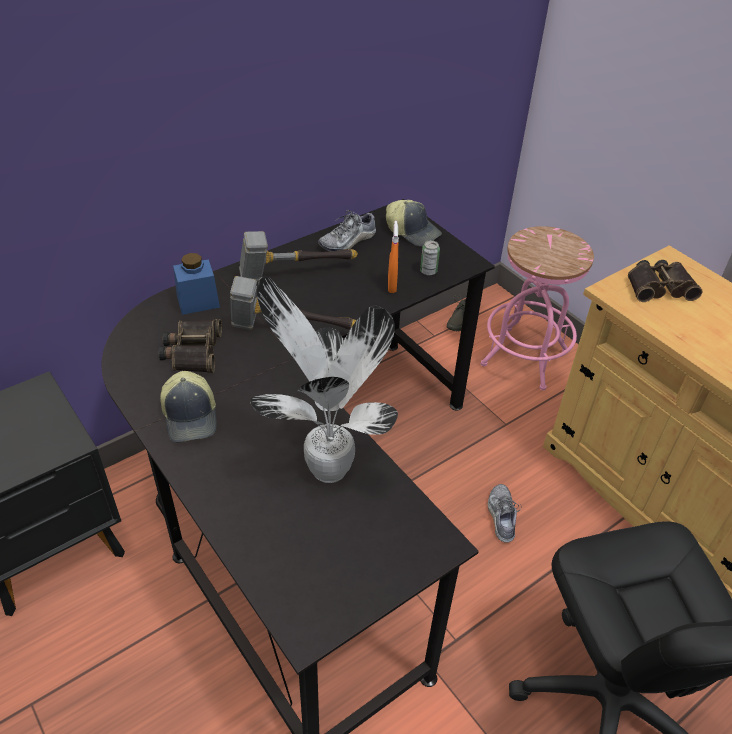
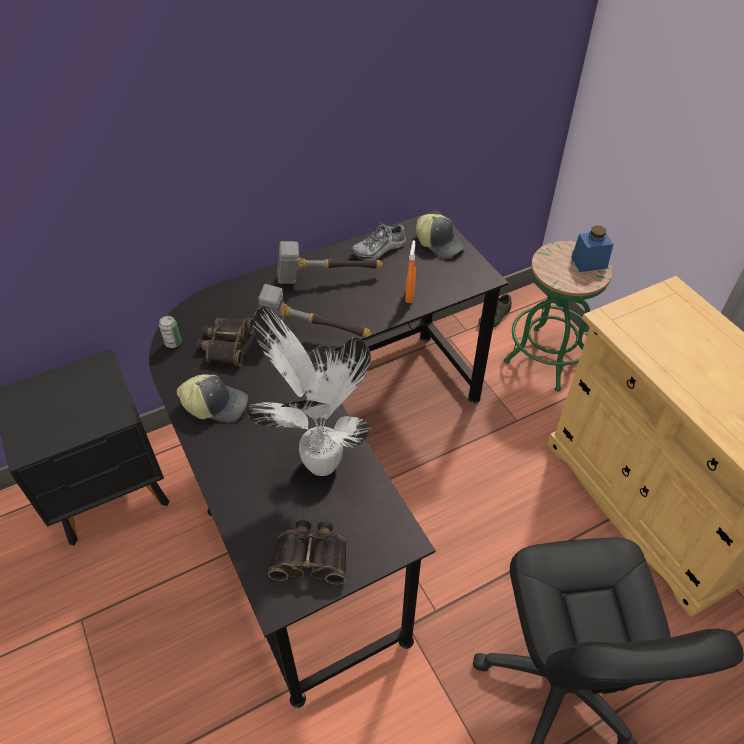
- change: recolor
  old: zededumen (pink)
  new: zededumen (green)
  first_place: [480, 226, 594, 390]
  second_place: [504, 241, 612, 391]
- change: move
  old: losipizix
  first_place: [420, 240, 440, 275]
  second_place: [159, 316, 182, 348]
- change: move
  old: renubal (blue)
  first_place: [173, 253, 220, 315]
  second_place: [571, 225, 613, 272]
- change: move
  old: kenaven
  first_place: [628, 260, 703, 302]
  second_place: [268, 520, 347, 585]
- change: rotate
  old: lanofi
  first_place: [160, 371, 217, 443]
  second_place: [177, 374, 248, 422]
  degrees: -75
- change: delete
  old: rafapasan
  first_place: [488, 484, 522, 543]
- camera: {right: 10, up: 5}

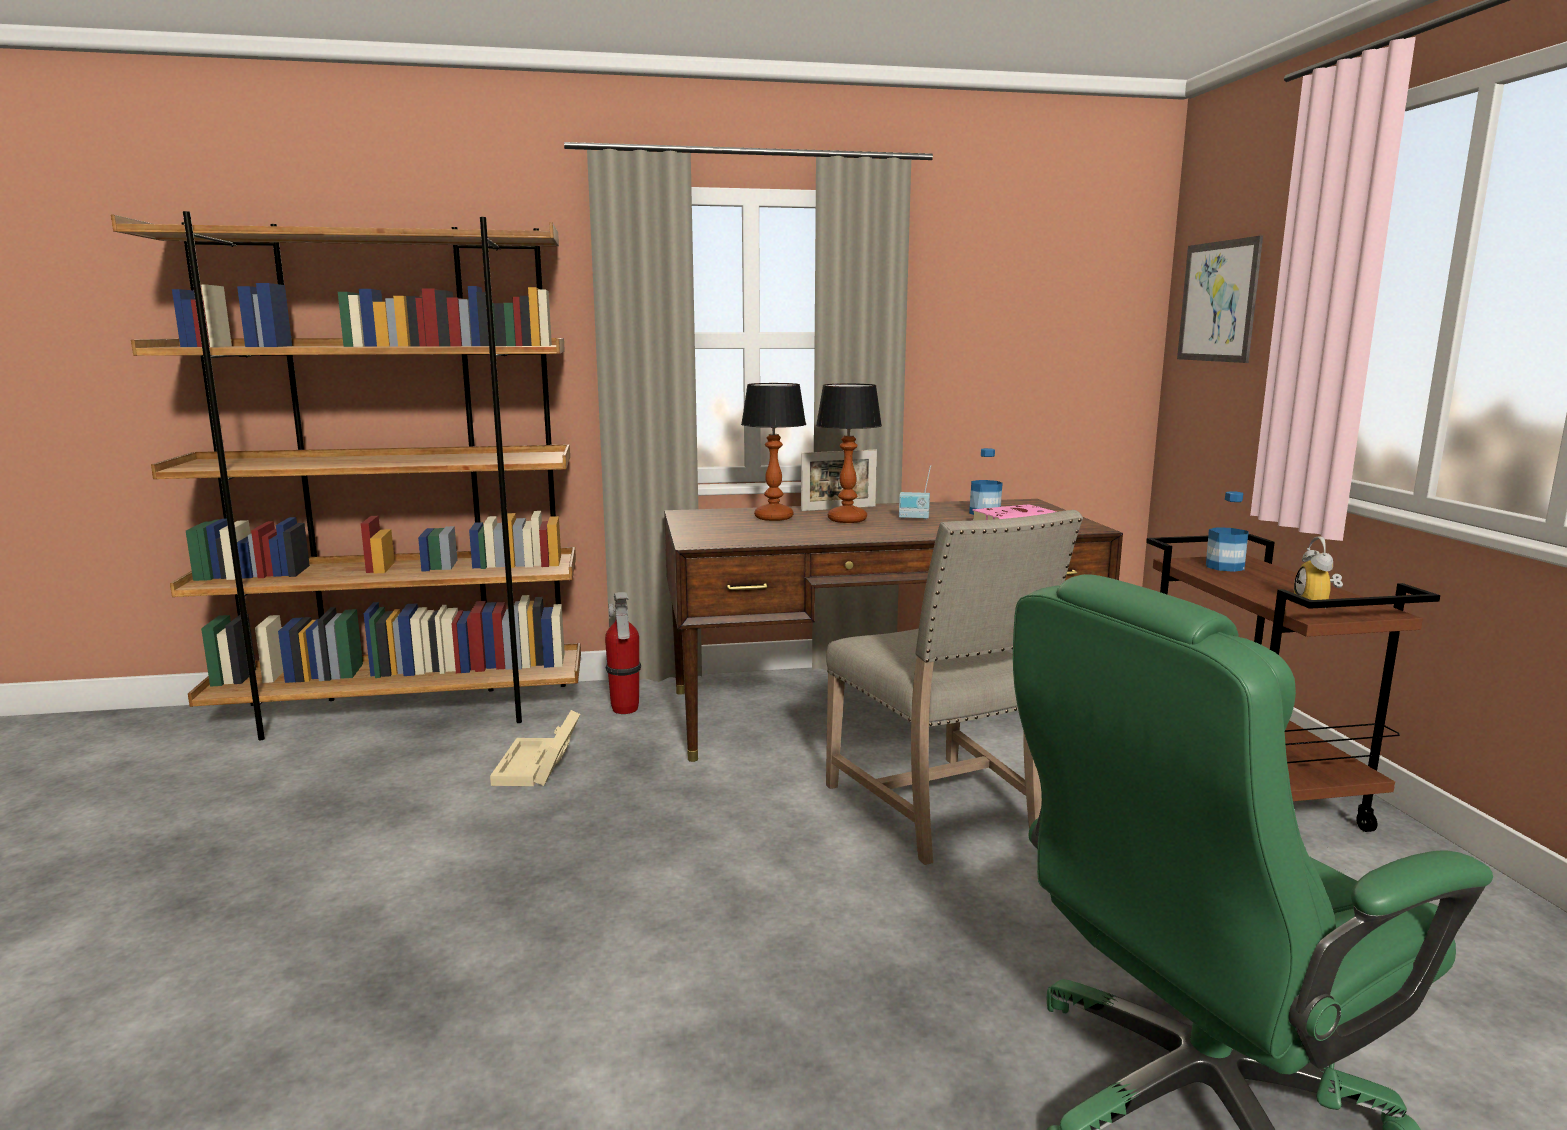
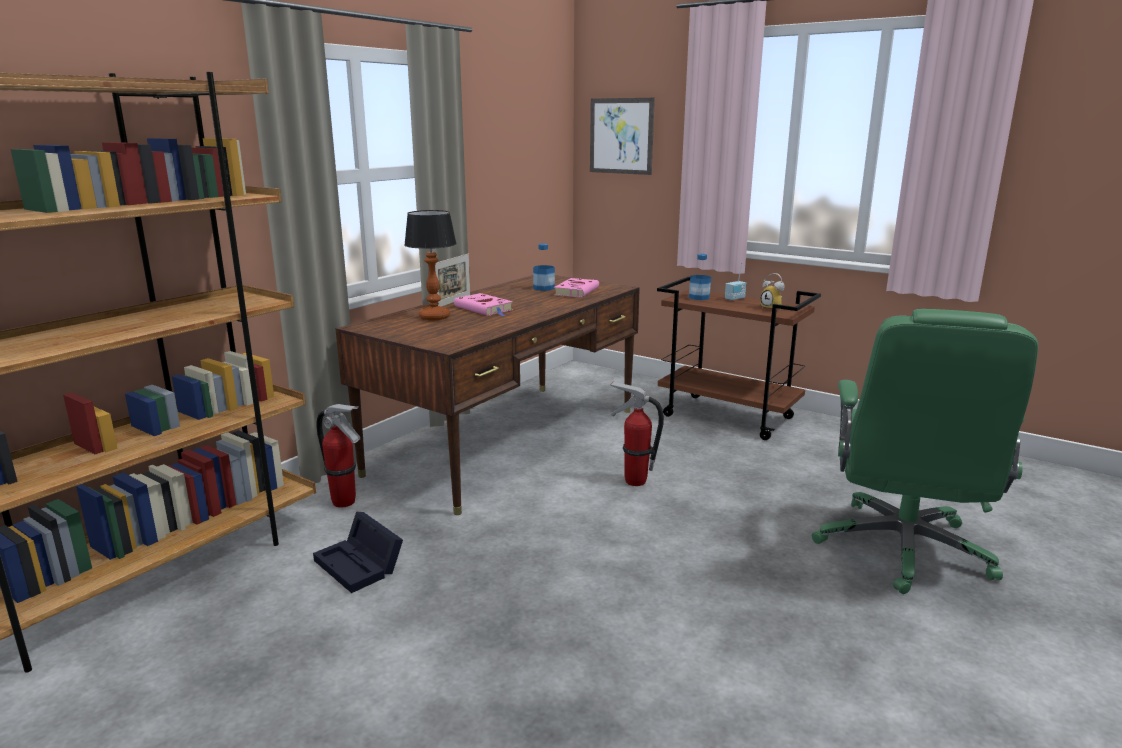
- change: replace
  old: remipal
  new: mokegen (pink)
  first_place: [816, 383, 882, 523]
  second_place: [454, 293, 513, 316]
- change: move
  old: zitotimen
  first_place: [899, 465, 931, 519]
  second_place: [725, 263, 746, 301]
- change: replace
  old: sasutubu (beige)
  new: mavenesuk
  first_place: [826, 510, 1083, 865]
  second_place: [610, 381, 664, 486]
- change: recolor
  old: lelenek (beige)
  new: lelenek (black)
  first_place: [490, 710, 580, 786]
  second_place: [313, 512, 403, 593]
- camera: {right: -45, up: 5}

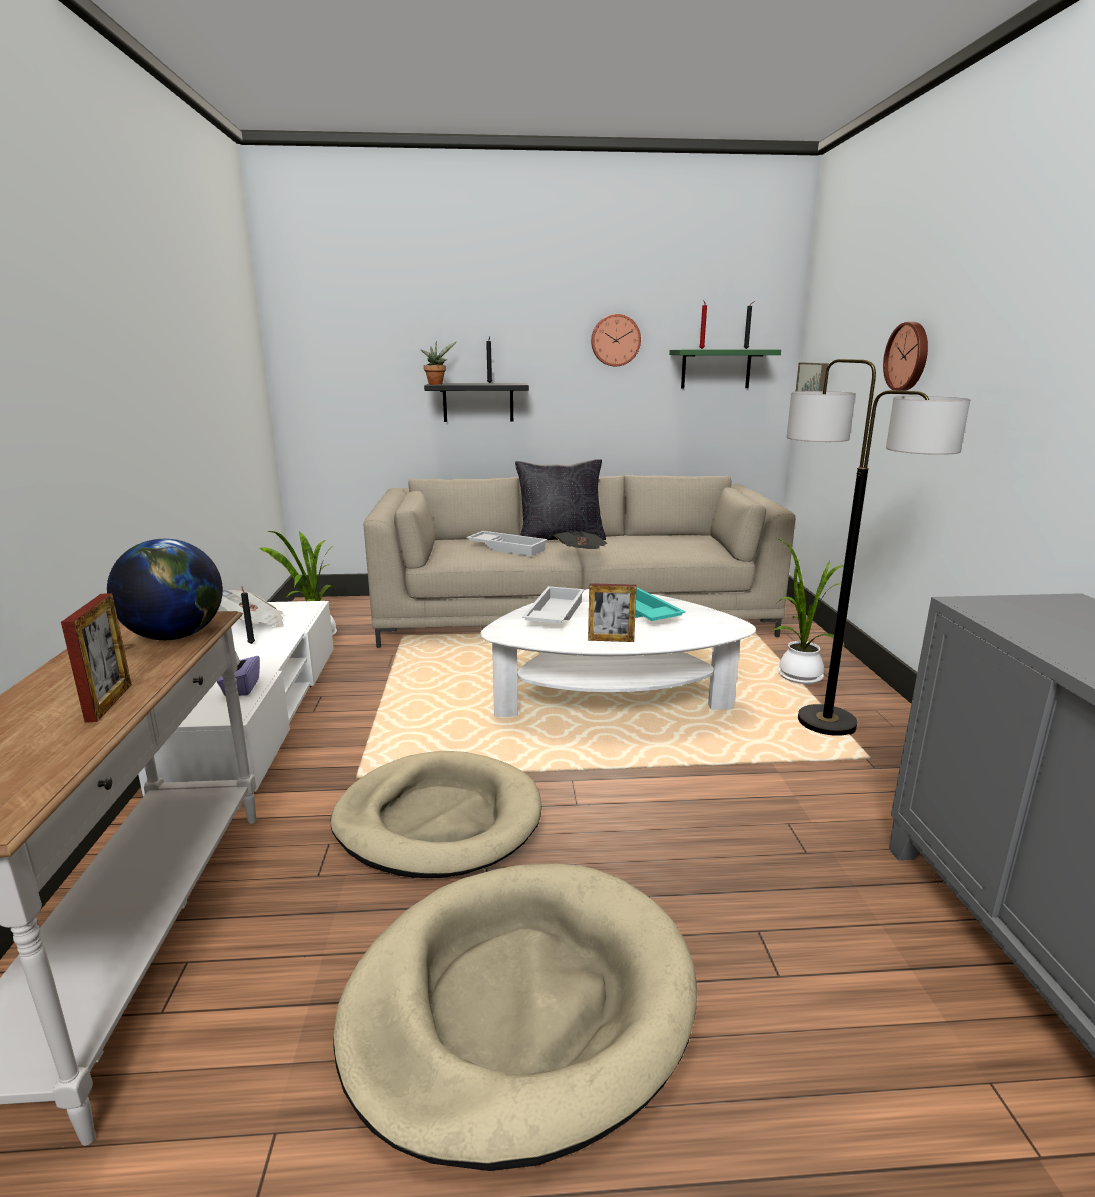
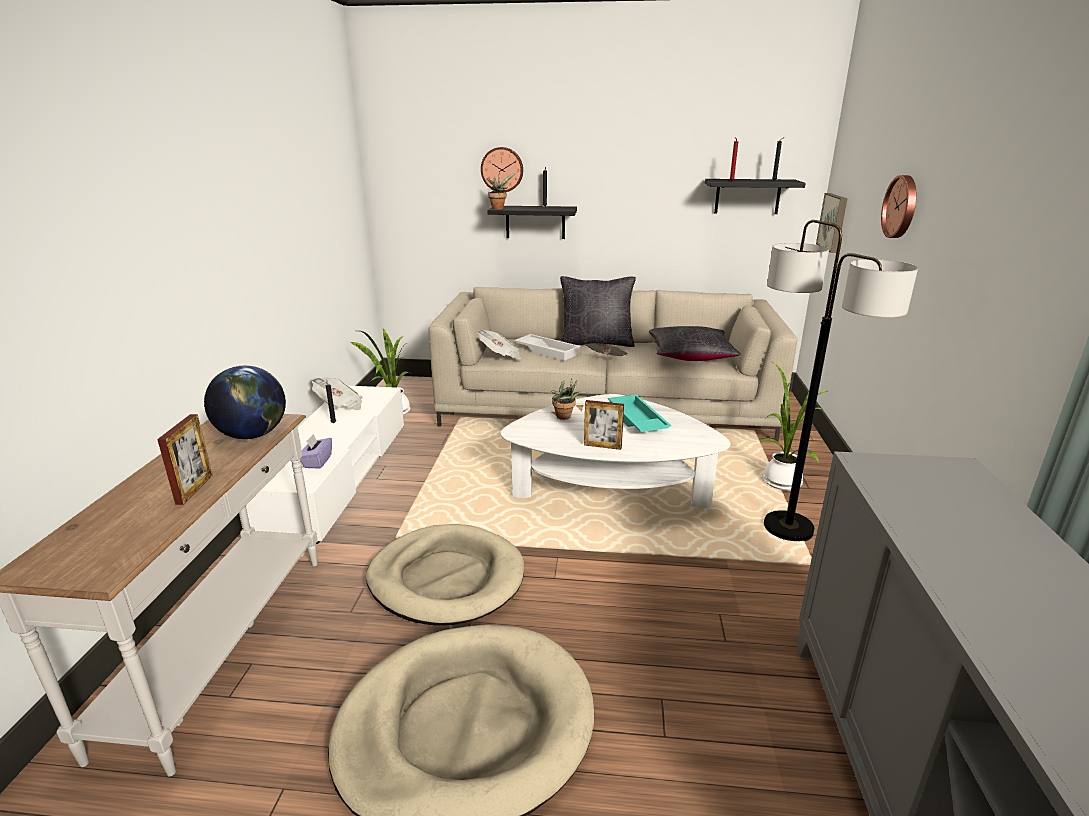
- change: move
  old: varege
  first_place: [591, 314, 641, 366]
  second_place: [481, 147, 523, 192]
- change: recolor
  old: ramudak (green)
  new: ramudak (black)
  first_place: [669, 350, 781, 388]
  second_place: [705, 179, 806, 214]
- change: replace
  old: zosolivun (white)
  new: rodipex
  first_place: [522, 586, 584, 624]
  second_place: [551, 378, 581, 420]
- change: insert
  new: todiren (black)
  second_place: [649, 326, 741, 361]
- change: insert
  new: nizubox
  second_place: [477, 330, 521, 360]
- camera: {right: 10, up: 5}

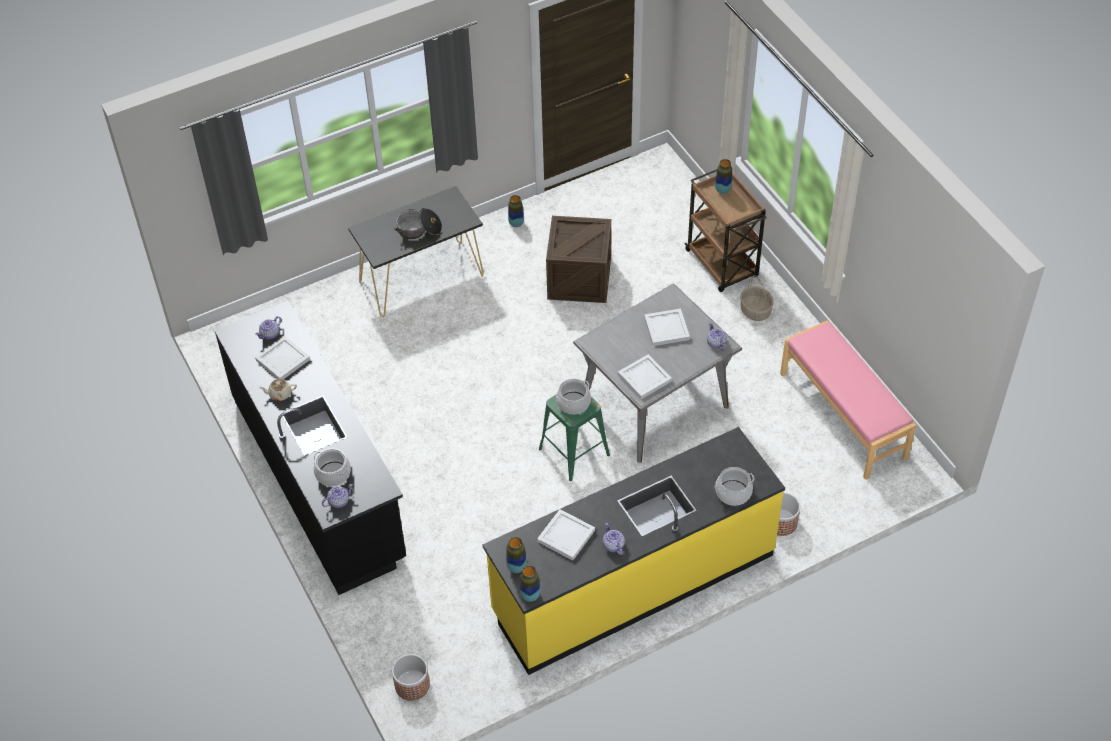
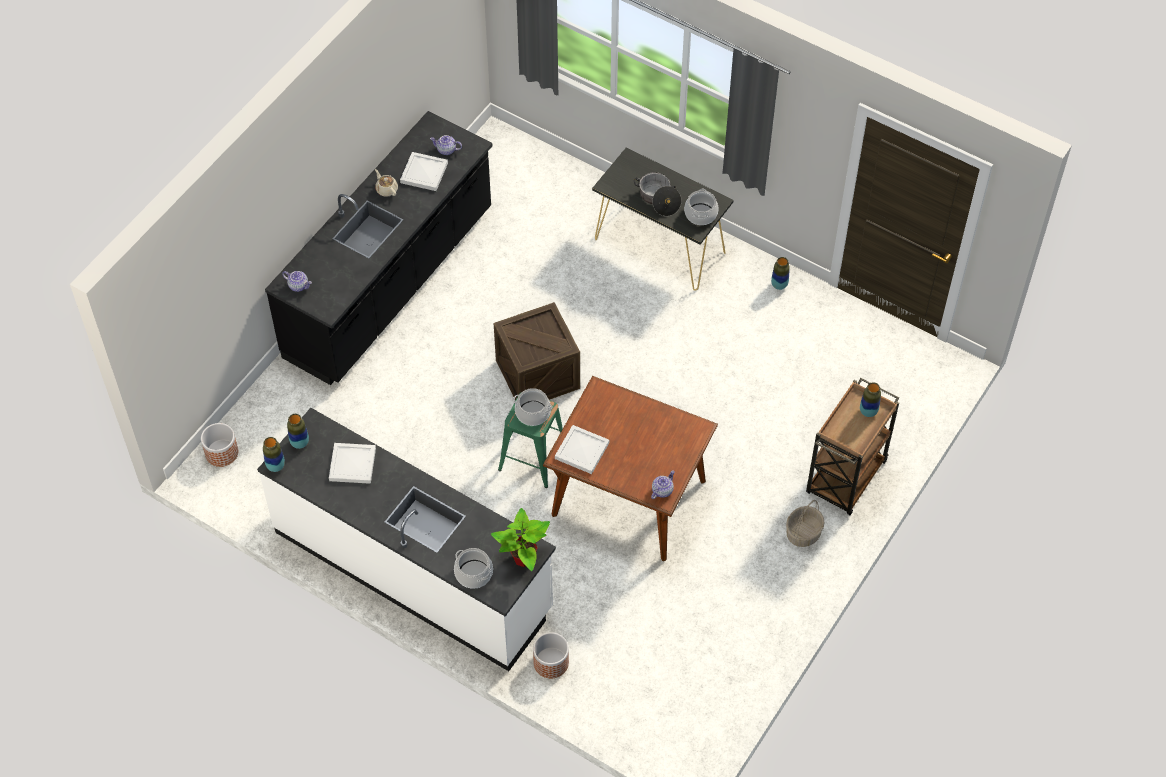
- change: move
  old: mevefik
  first_place: [546, 216, 611, 303]
  second_place: [494, 302, 580, 401]
- change: recolor
  old: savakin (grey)
  new: savakin (brown)
  first_place: [573, 283, 742, 463]
  second_place: [543, 376, 718, 561]
- change: delete
  old: zosolivun (white)
  first_place: [644, 309, 690, 346]
- change: delete
  old: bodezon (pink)
  first_place: [780, 320, 916, 480]
- change: recolor
  old: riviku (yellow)
  new: riviku (white)
  first_place: [482, 427, 785, 675]
  second_place: [257, 408, 556, 671]
- change: move
  old: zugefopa
  first_place: [314, 448, 351, 487]
  second_place: [684, 189, 719, 225]
- change: delete
  old: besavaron
  first_place: [603, 523, 625, 555]
- change: insert
  new: rodipex
  second_place: [491, 508, 550, 571]
- camera: {right: 60, up: 5}

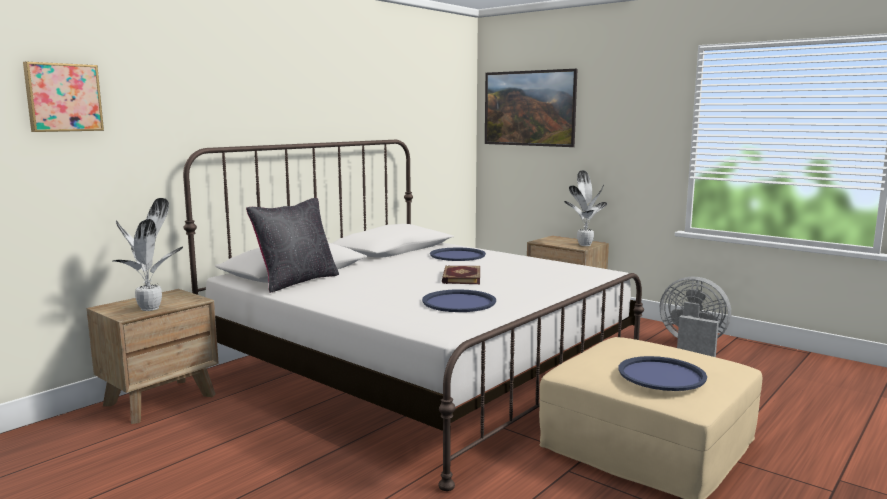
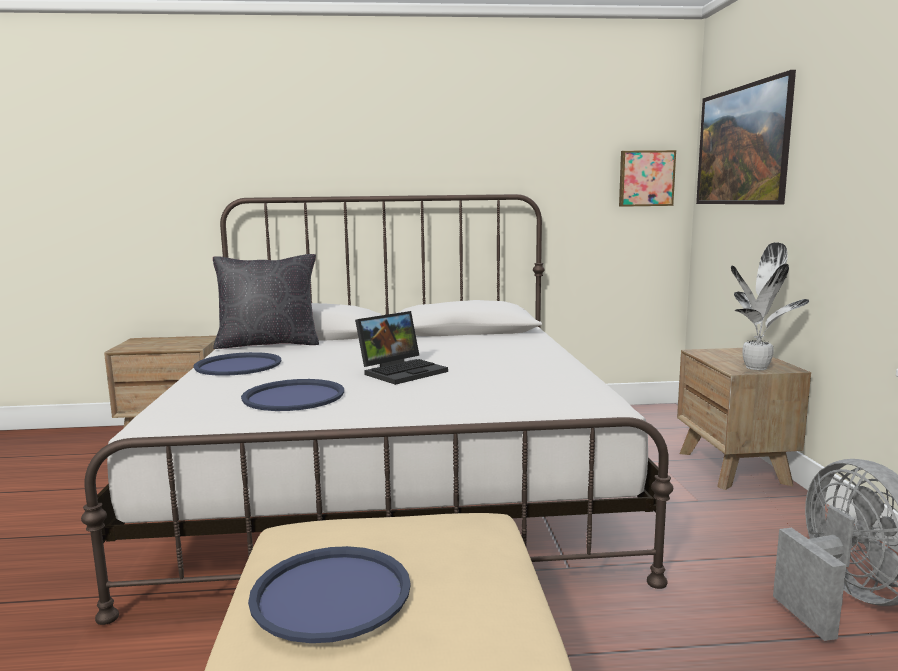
- change: move
  old: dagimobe
  first_place: [23, 62, 104, 132]
  second_place: [619, 150, 676, 207]
- change: delete
  old: rodipex
  first_place: [113, 198, 183, 311]
- change: move
  old: zosolivun (blue)
  first_place: [430, 248, 486, 261]
  second_place: [193, 352, 281, 376]
- change: replace
  old: mokegen
  new: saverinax
  first_place: [442, 265, 480, 284]
  second_place: [355, 311, 448, 385]
- camera: {right: 45, up: 0}

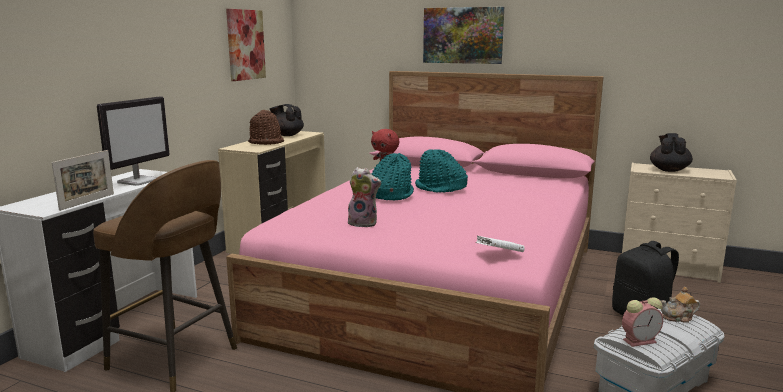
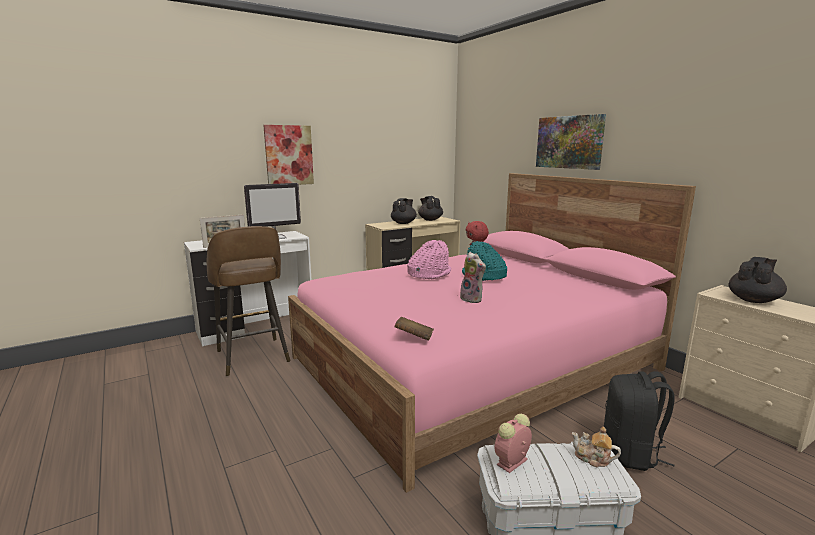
- change: move
  old: dagimobe
  first_place: [226, 9, 266, 81]
  second_place: [263, 125, 314, 185]
- change: replace
  old: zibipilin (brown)
  new: besavaron (black)
  first_place: [248, 110, 284, 145]
  second_place: [391, 198, 417, 224]
- change: recolor
  old: zibipilin (turquoise)
  new: zibipilin (pink)
  first_place: [371, 153, 414, 200]
  second_place: [407, 240, 451, 279]
- change: move
  old: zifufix
  first_place: [348, 167, 381, 228]
  second_place: [459, 252, 486, 303]
- change: recolor
  old: mokegen (white)
  new: mokegen (brown)
  first_place: [476, 236, 525, 252]
  second_place: [394, 317, 434, 341]
- change: rotate
  old: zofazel
  first_place: [622, 297, 663, 347]
  second_place: [495, 414, 532, 473]
  degrees: 120
- camera: {right: 35, up: 0}

